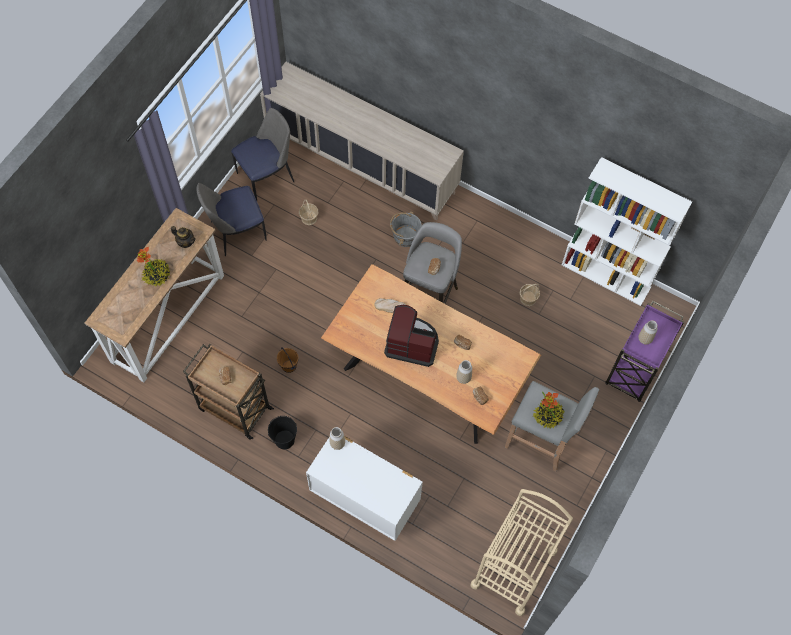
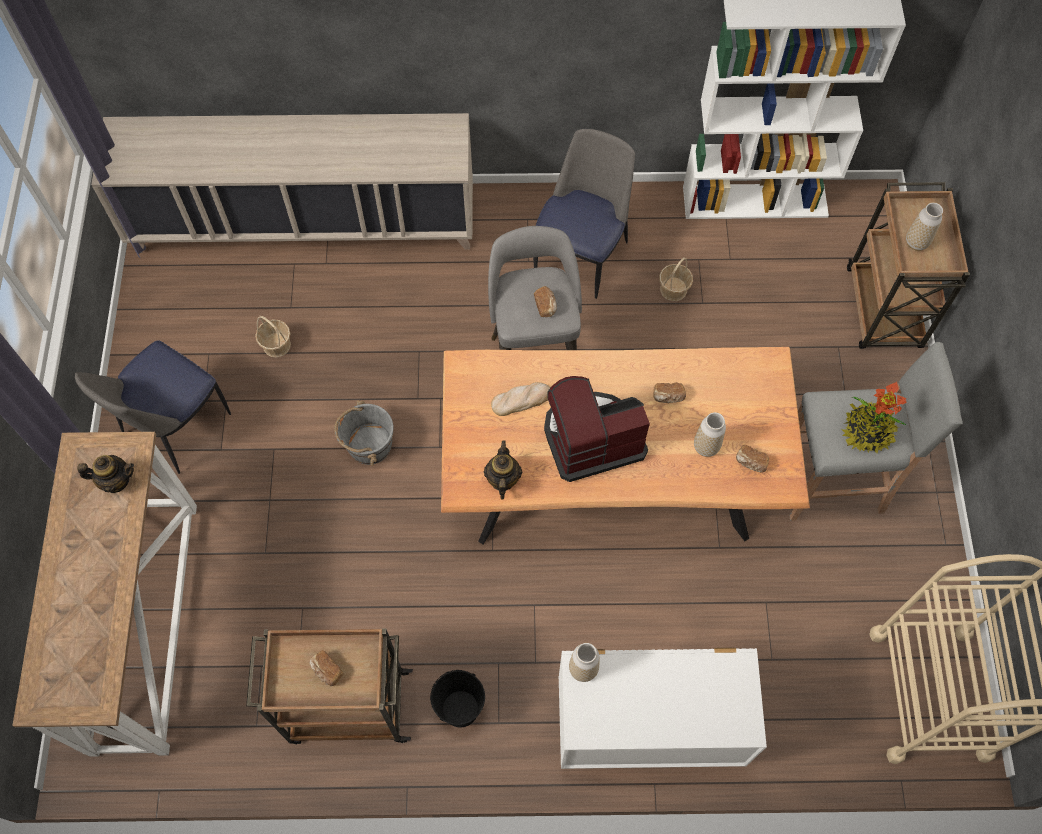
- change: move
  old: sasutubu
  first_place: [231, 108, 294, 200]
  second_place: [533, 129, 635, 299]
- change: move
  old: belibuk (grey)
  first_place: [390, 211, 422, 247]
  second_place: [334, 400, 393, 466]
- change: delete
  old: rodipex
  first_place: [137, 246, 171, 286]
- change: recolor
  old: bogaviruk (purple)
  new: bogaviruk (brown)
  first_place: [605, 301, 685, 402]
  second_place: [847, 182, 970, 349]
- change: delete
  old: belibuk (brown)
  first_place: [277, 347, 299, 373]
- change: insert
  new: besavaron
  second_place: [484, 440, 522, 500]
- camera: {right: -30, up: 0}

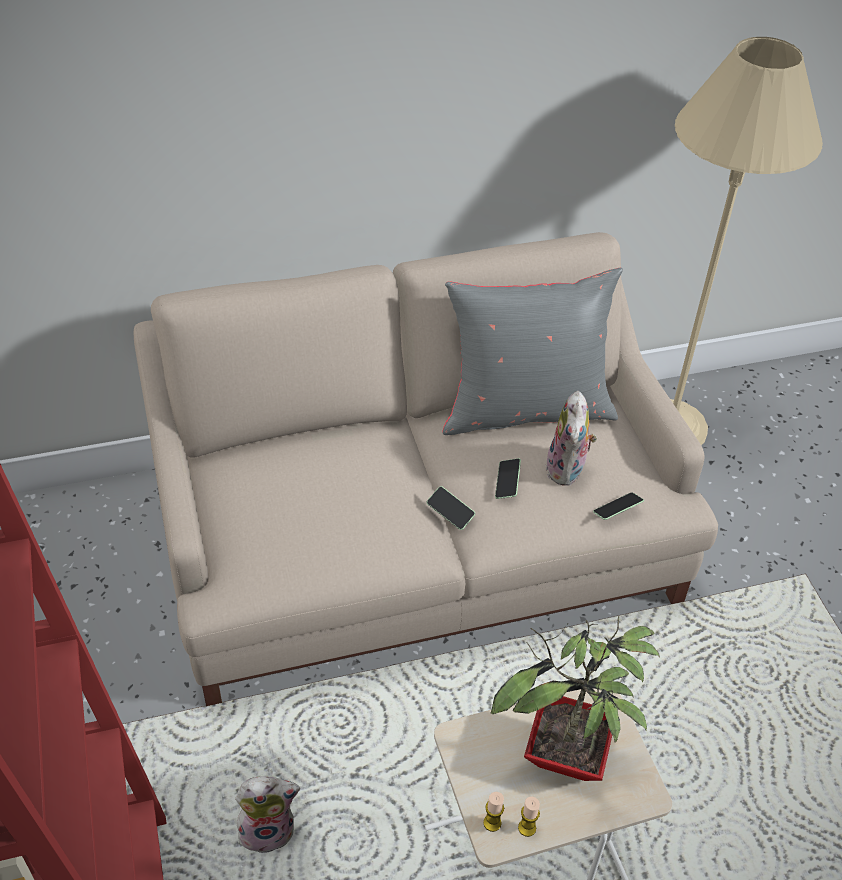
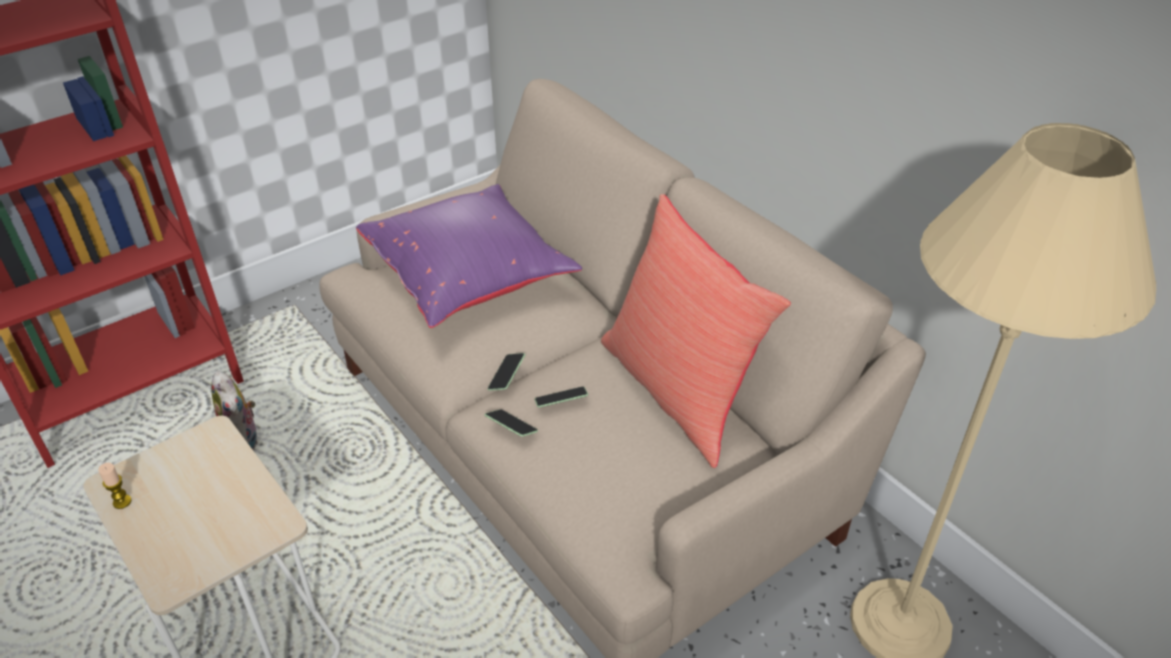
- change: recolor
  old: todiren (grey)
  new: todiren (red)
  first_place: [442, 268, 623, 435]
  second_place: [601, 194, 791, 468]
- change: delete
  old: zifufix
  first_place: [545, 391, 597, 486]
- change: move
  old: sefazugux
  first_place: [593, 492, 644, 520]
  second_place: [485, 409, 538, 436]
- change: delete
  old: rodipex
  first_place: [491, 616, 660, 781]
- change: delete
  old: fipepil
  first_place: [483, 792, 504, 832]
- change: insert
  new: todiren (purple)
  second_place: [356, 184, 582, 328]
- camera: {right: 70, up: -5}

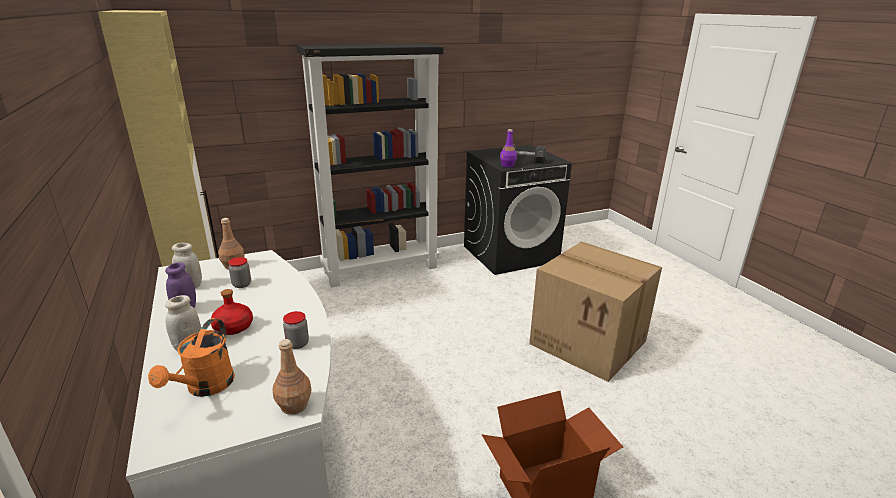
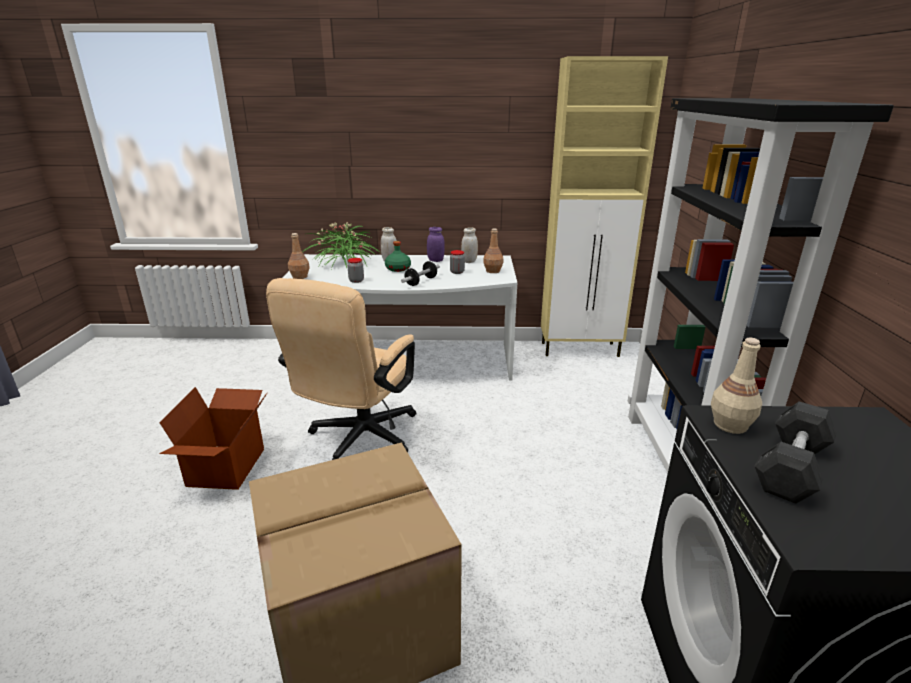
- change: recolor
  old: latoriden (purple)
  new: latoriden (beige)
  first_place: [500, 129, 517, 167]
  second_place: [711, 337, 762, 434]
- change: recolor
  old: latoriden (red)
  new: latoriden (green)
  first_place: [211, 289, 253, 335]
  second_place: [385, 241, 411, 272]
- change: replace
  old: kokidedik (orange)
  new: rodipex
  first_place: [148, 318, 235, 397]
  second_place: [302, 222, 381, 269]
- change: insert
  new: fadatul
  second_place: [401, 261, 440, 286]
- change: insert
  new: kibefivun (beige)
  second_place: [266, 278, 416, 460]
- camera: {right: 115, up: 0}

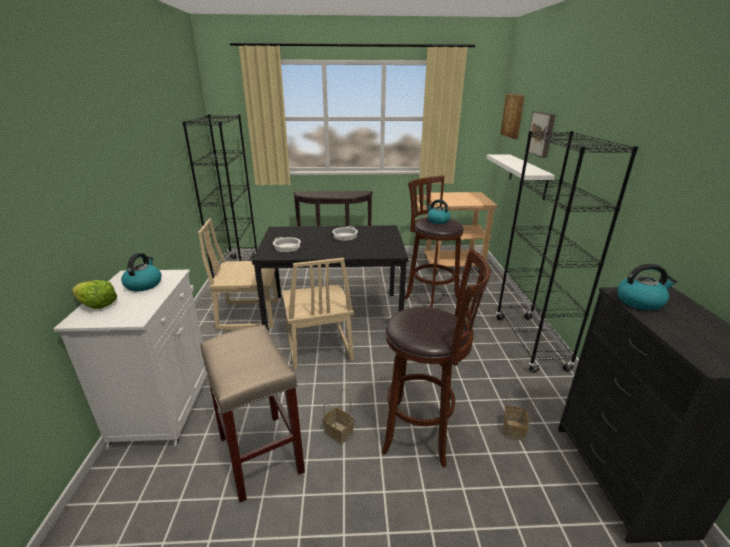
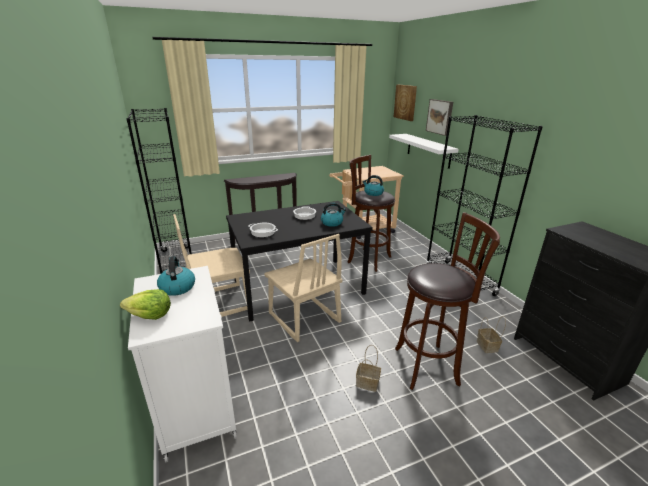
- change: move
  old: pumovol
  first_place: [617, 264, 677, 310]
  second_place: [321, 203, 346, 227]
- change: delete
  old: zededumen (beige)
  first_place: [200, 325, 305, 502]
- camera: {right: -20, up: 0}

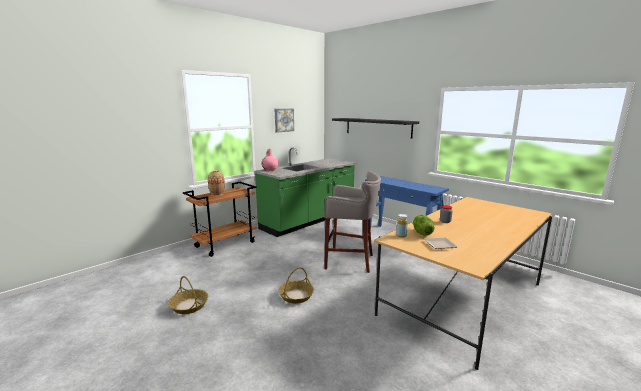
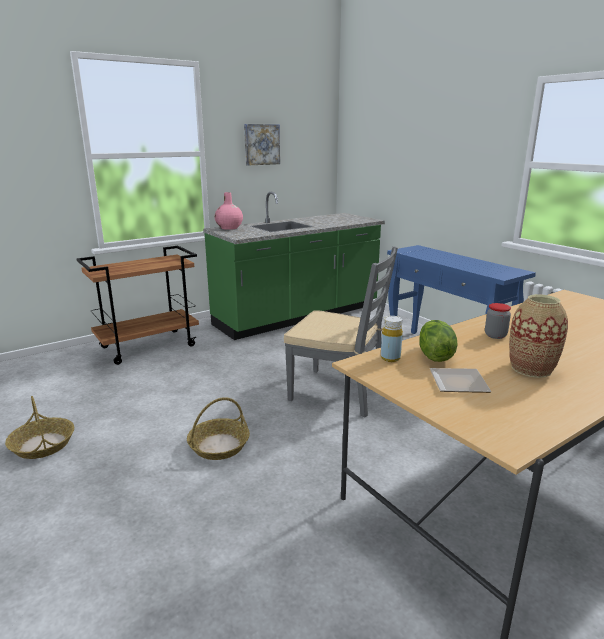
- change: delete
  old: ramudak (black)
  first_place: [332, 118, 419, 139]
- change: move
  old: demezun
  first_place: [208, 170, 225, 196]
  second_place: [509, 294, 568, 378]
- change: replace
  old: zededumen (grey)
  new: sasutubu (grey)
  first_place: [324, 171, 381, 273]
  second_place: [284, 246, 398, 417]
- camera: {right: 10, up: 5}

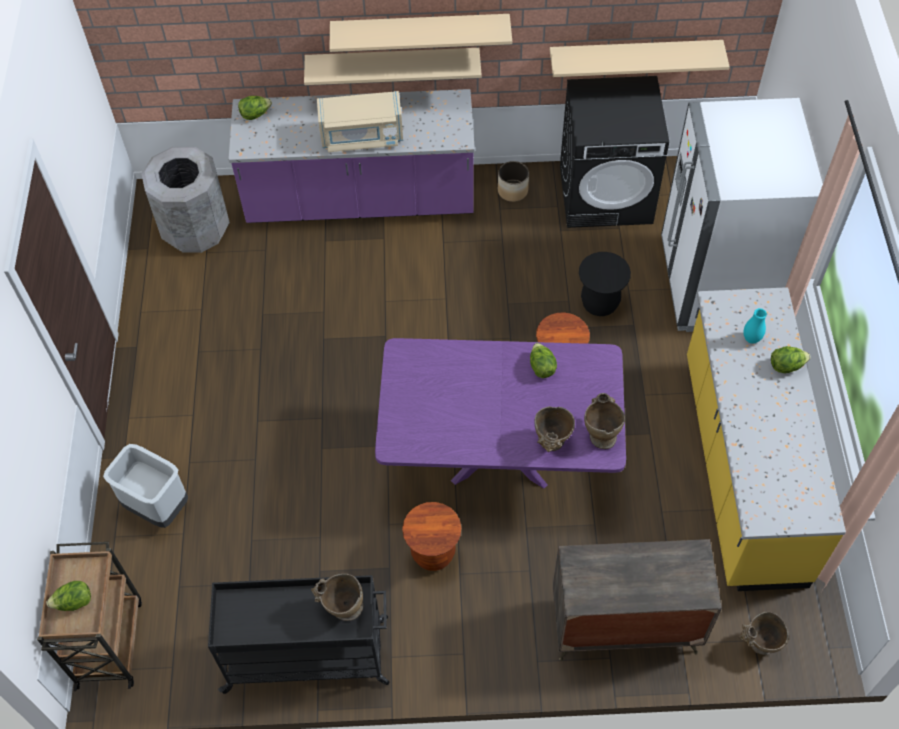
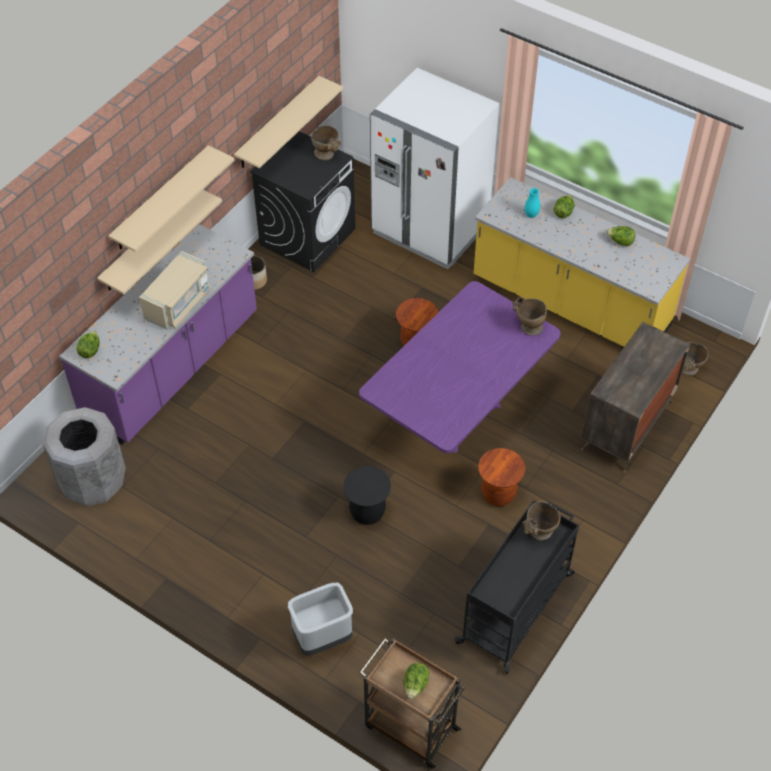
- change: move
  old: zededumen (black)
  first_place: [579, 252, 631, 316]
  second_place: [343, 466, 391, 525]
- change: move
  old: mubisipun
  first_place: [530, 343, 557, 378]
  second_place: [606, 226, 635, 246]
- change: move
  old: demezun (beige)
  first_place: [534, 406, 575, 452]
  second_place: [311, 125, 341, 161]
- camera: {right: -55, up: -5}

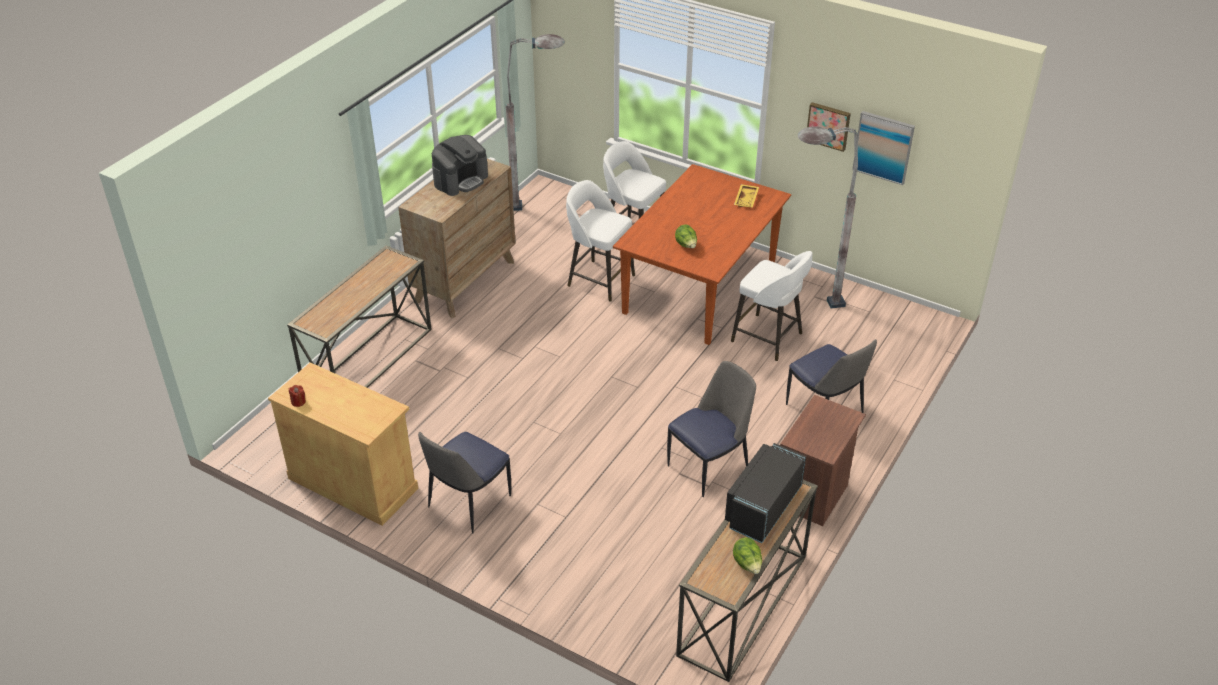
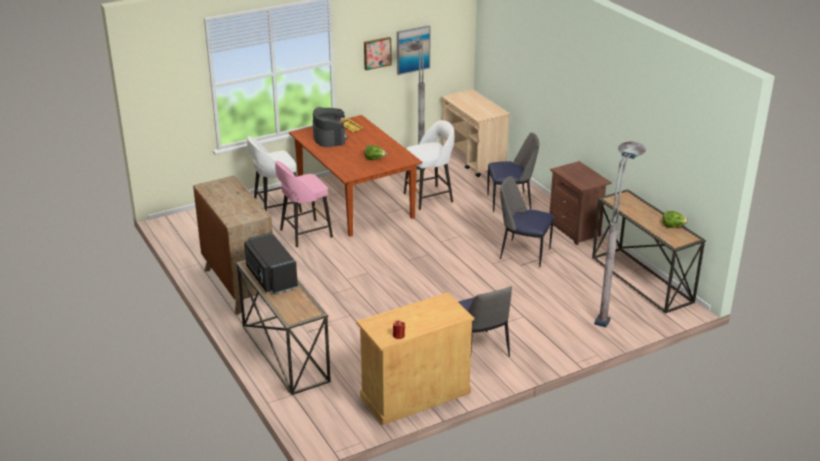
- change: move
  old: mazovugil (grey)
  first_place: [506, 34, 565, 211]
  second_place: [594, 142, 646, 328]
- change: move
  old: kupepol
  first_place: [432, 135, 488, 196]
  second_place: [313, 107, 347, 147]
- change: recolor
  old: zededumen (white)
  new: zededumen (pink)
  first_place: [566, 180, 635, 302]
  second_place: [275, 161, 333, 247]
- change: rotate
  old: sasutubu
  first_place: [667, 361, 756, 497]
  second_place: [500, 176, 554, 268]
  degrees: -60
- change: move
  old: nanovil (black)
  first_place: [725, 443, 806, 543]
  second_place: [244, 232, 298, 294]
- change: insert
  new: bogaviruk (beige)
  second_place: [442, 89, 510, 177]
- camera: {right: -60, up: -10}

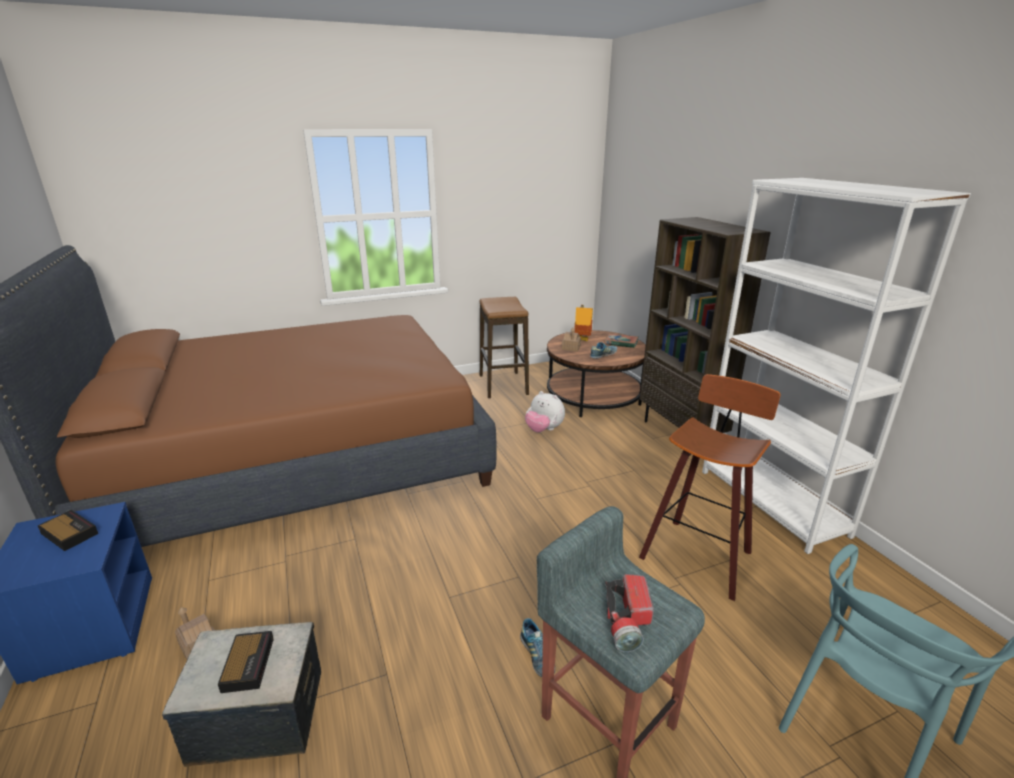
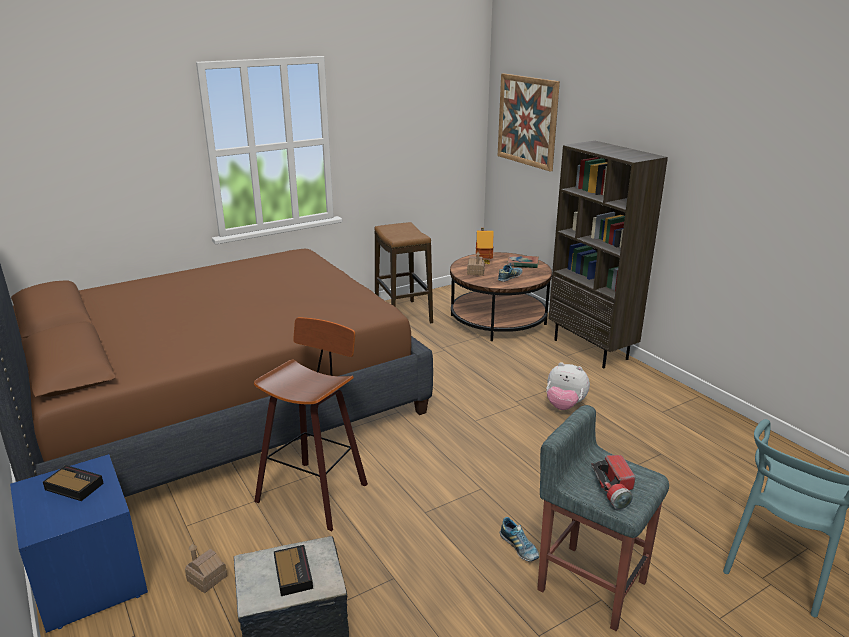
- change: delete
  old: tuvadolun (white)
  first_place: [702, 178, 971, 554]
- change: move
  old: zededumen
  first_place: [639, 374, 781, 601]
  second_place: [254, 317, 368, 531]
- change: move
  old: zifufix
  first_place: [525, 391, 565, 432]
  second_place: [546, 362, 590, 410]
- change: insert
  new: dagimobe
  second_place: [498, 73, 560, 171]
- camera: {right: -10, up: 0}

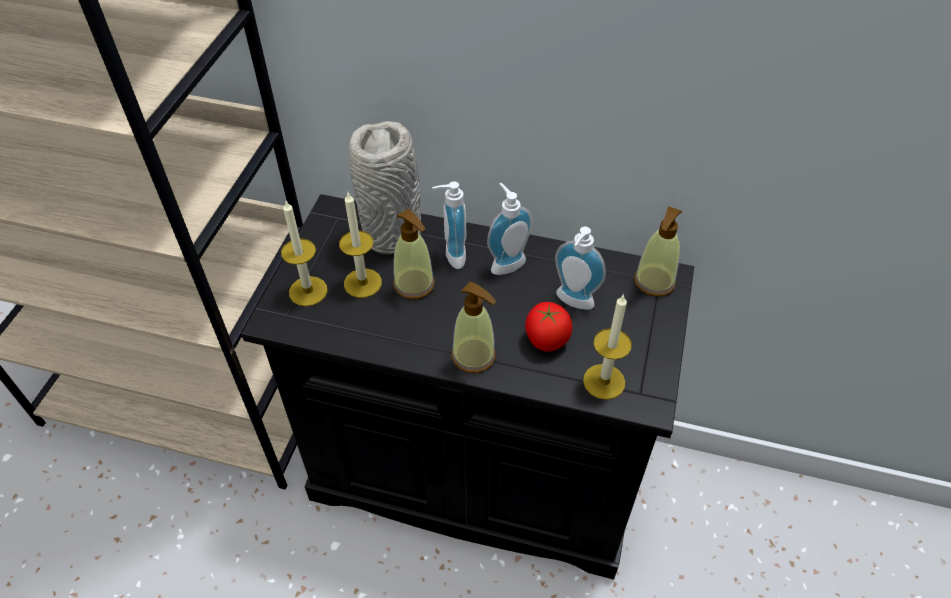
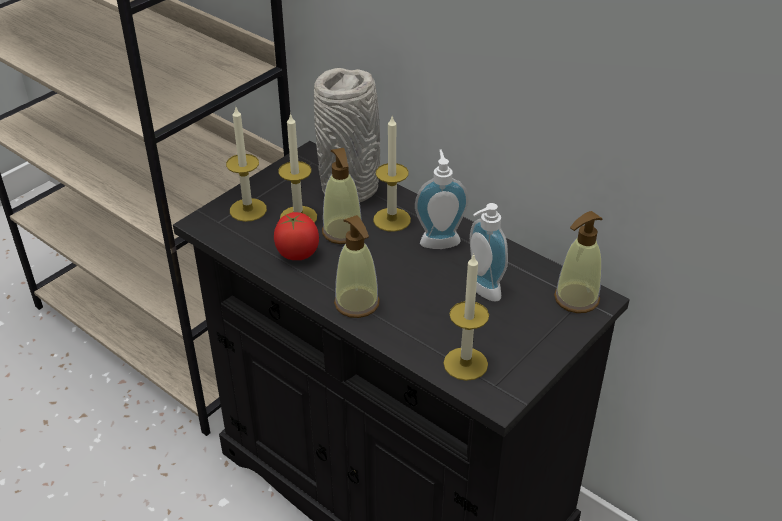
- change: replace
  old: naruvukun
  new: fipepil
  first_place: [432, 181, 466, 269]
  second_place: [373, 116, 411, 232]
- change: move
  old: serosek
  first_place: [525, 302, 572, 352]
  second_place: [274, 212, 319, 260]
- camera: {right: 25, up: -10}

